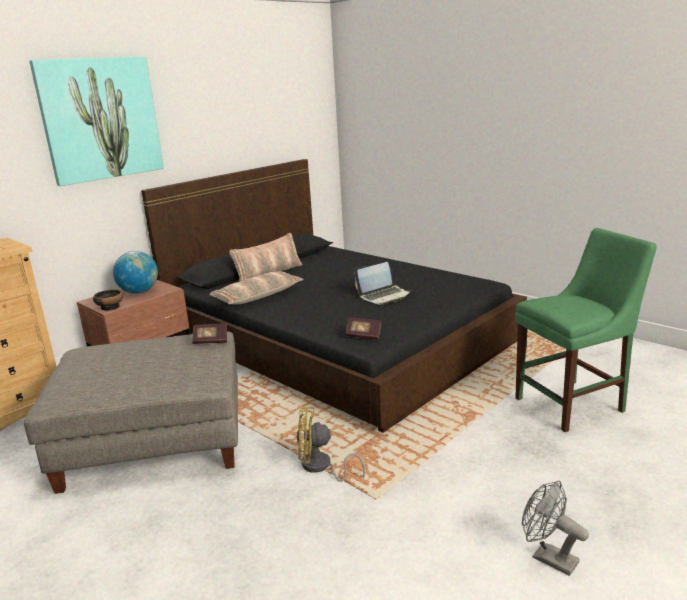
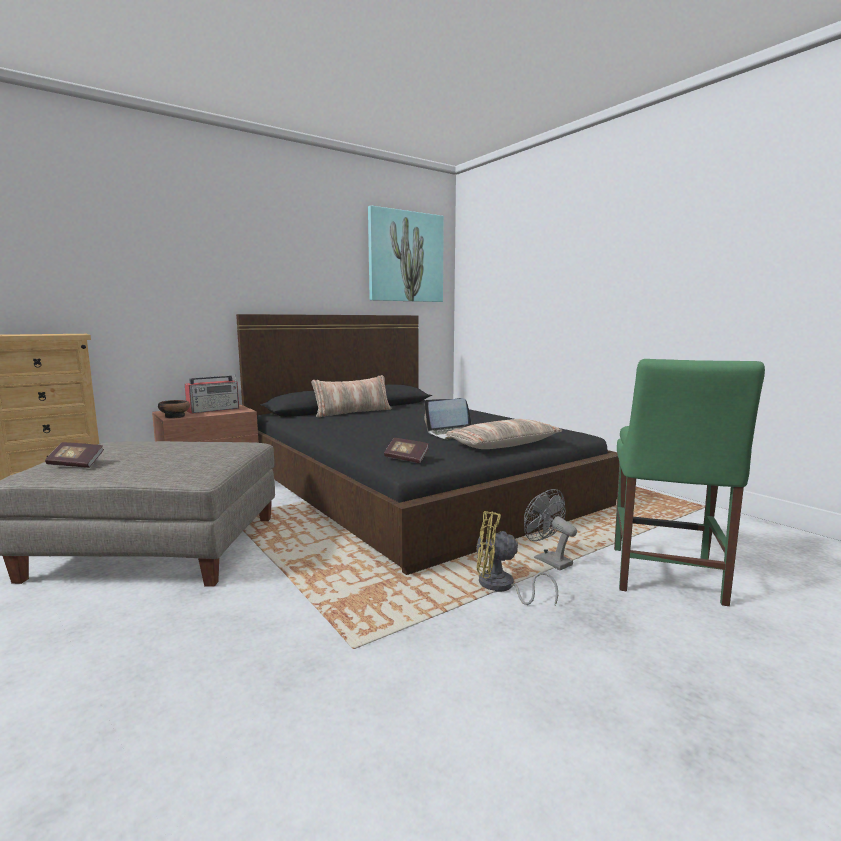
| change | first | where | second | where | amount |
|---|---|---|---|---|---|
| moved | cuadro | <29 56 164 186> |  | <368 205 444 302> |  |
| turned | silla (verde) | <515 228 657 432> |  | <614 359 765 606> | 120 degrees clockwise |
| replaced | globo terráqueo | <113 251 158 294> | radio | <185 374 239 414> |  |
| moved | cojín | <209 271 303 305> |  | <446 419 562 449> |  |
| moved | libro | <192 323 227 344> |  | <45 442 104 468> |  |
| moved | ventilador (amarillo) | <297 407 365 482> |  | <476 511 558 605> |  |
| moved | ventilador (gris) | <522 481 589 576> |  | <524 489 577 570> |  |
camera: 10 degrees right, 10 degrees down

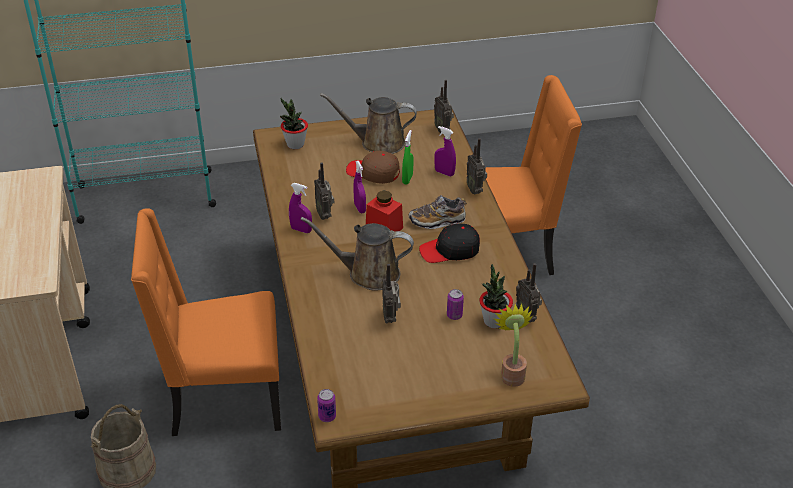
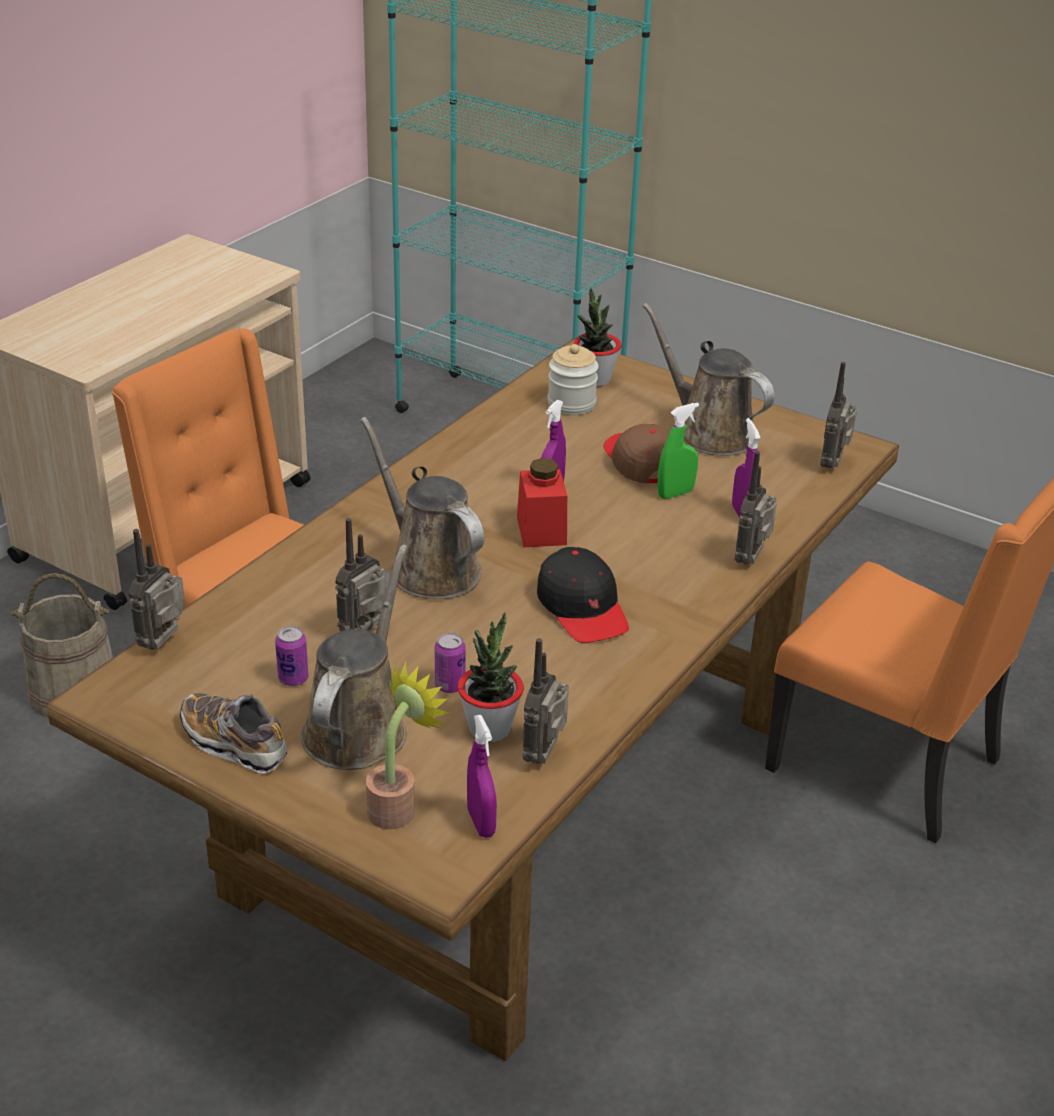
| change | first | where | second | where | amount |
|---|---|---|---|---|---|
| moved | radio | <314 163 334 220> |  | <129 529 185 650> |  |
| moved | pulverizador (morado) | <289 183 312 233> |  | <467 715 497 838> |  |
| moved | zapato | <408 195 467 229> |  | <180 693 287 773> |  |
| turned | gorra (negro) | <419 224 480 263> |  | <537 547 629 643> | 150 degrees counterclockwise |
| moved | lata | <317 389 336 422> |  | <275 626 309 686> |  |
| added |  |  | tarro | <548 344 599 415> |  |
| added |  |  | regadera (marrón) | <301 545 408 770> |  |
camera: 45 degrees right, 5 degrees down

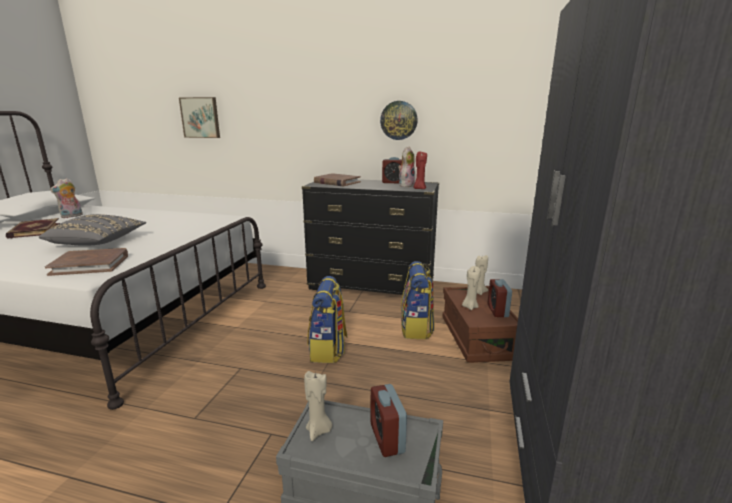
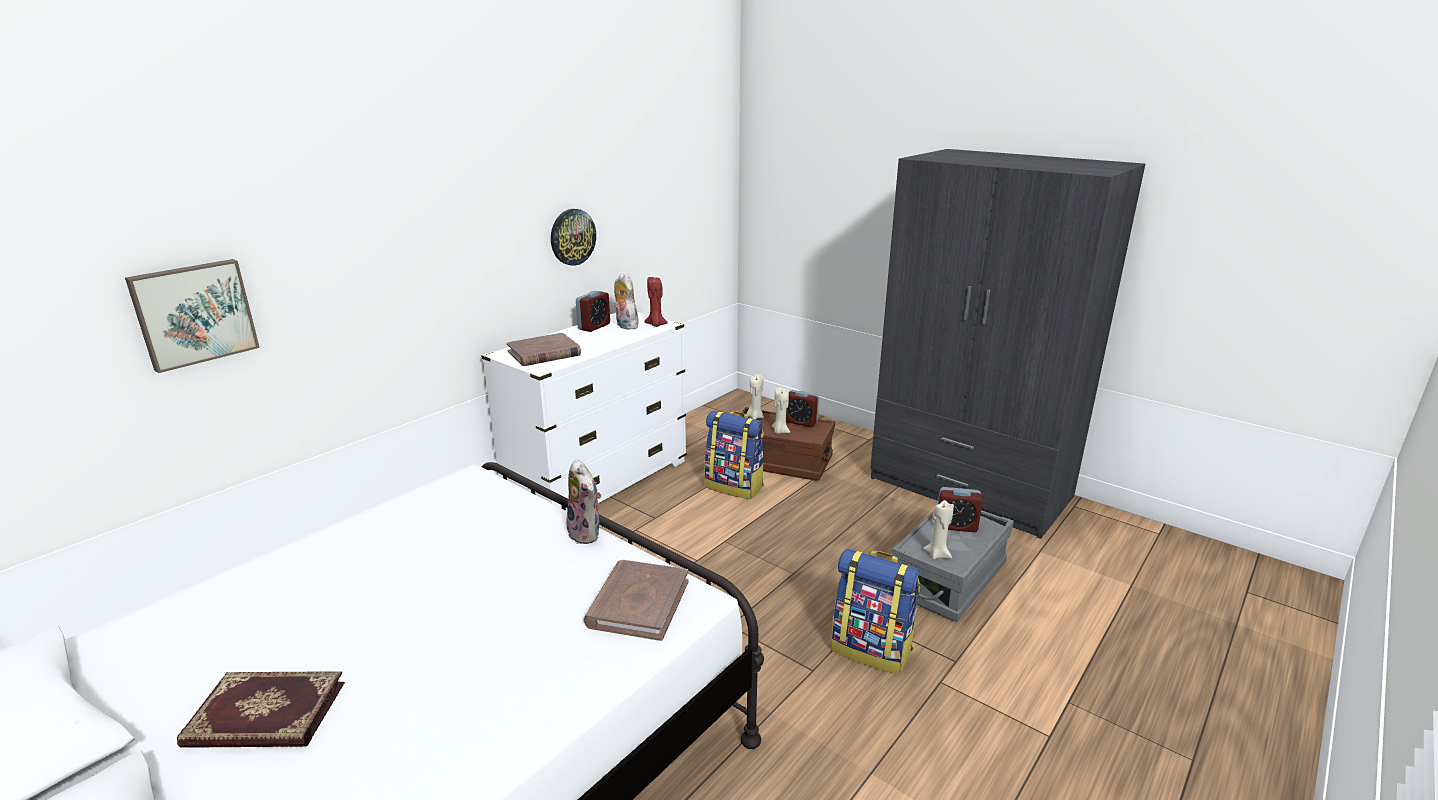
| change | first | where | second | where | amount |
|---|---|---|---|---|---|
| moved | peluche | <50 178 83 218> |  | <566 459 601 544> |  |
| recoloured | cómoda (negro) | <302 179 439 295> | cómoda (blanco) | <481 312 687 511> |  |
| removed | cojín (gris) | <39 214 146 246> |  |  |  |
| moved | mochila | <307 276 347 363> |  | <831 549 920 674> |  |
camera: 65 degrees left, 5 degrees up

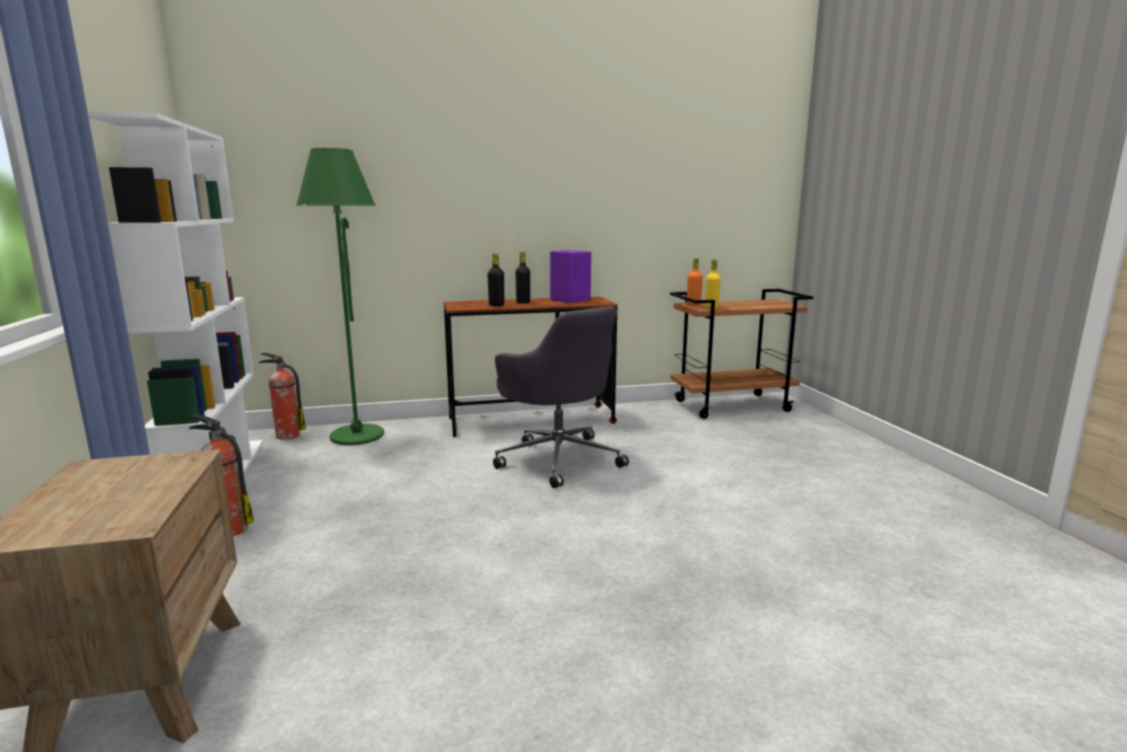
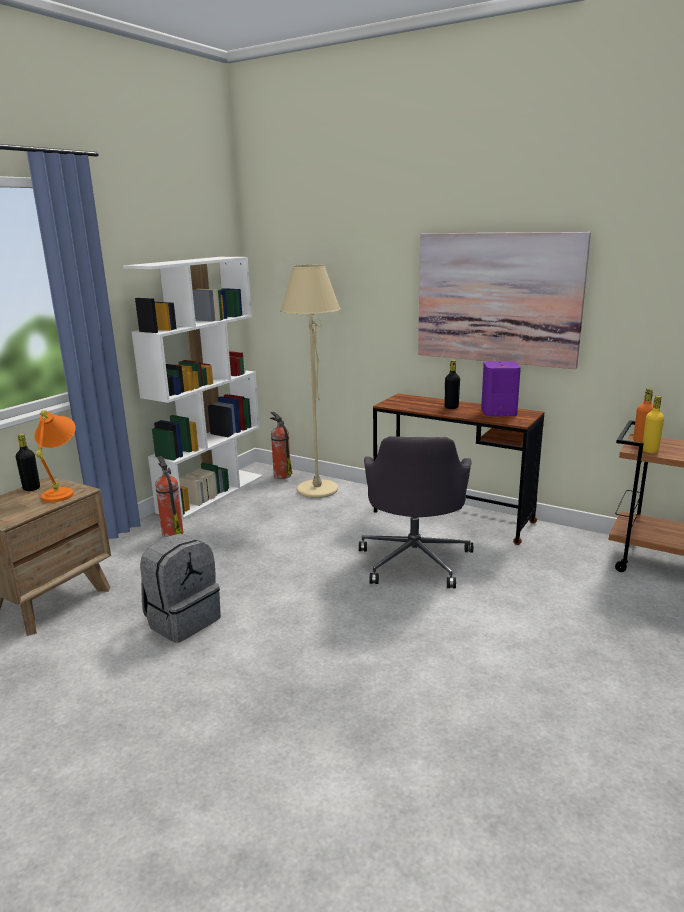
| change | first | where | second | where | amount |
|---|---|---|---|---|---|
| recoloured | lámpara de pie (verde) | <296 148 384 445> | lámpara de pie (beis) | <280 265 341 498> |  |
| moved | botella (negro) | <487 253 504 306> |  | <16 434 40 491> |  |
| added |  |  | cuadro | <418 232 591 369> |  |
| added |  |  | lámpara de mesa (naranja) | <34 410 76 502> |  |
| added |  |  | mochila (gris) | <140 533 221 643> |  |
camera: 45 degrees right, 5 degrees up

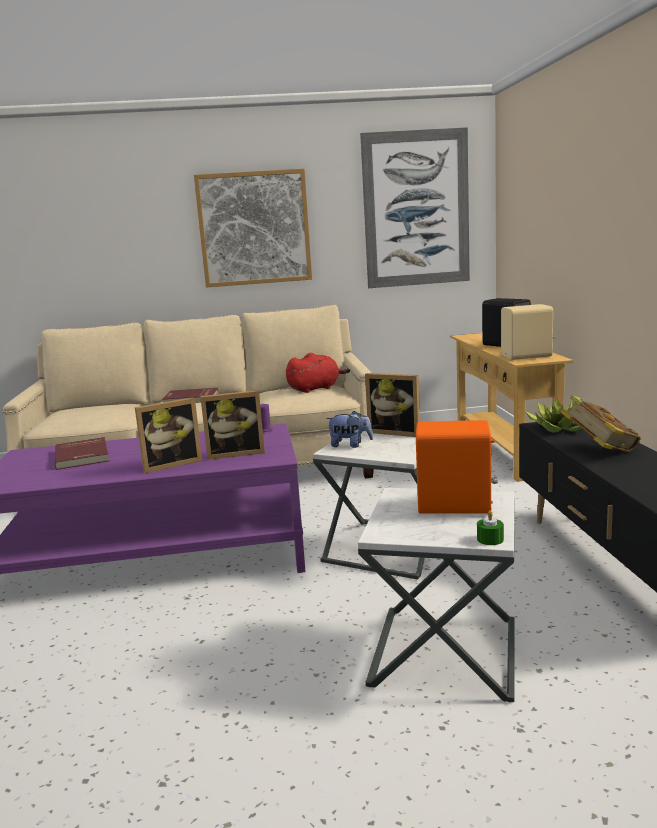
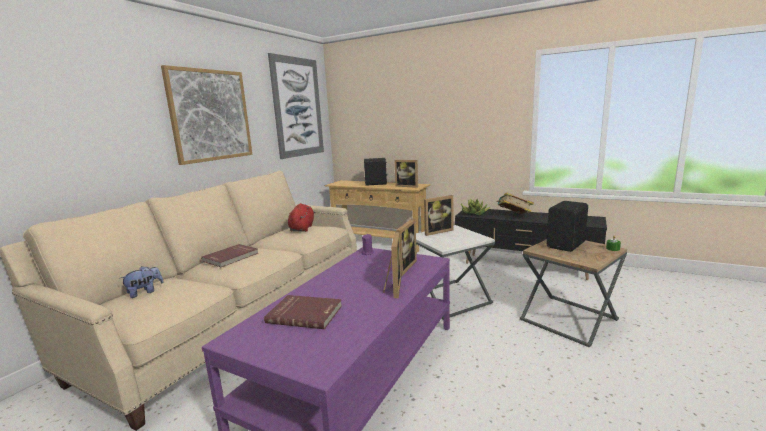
| change | first | where | second | where | amount |
|---|---|---|---|---|---|
| replaced | altavoz (beis) | <501 304 554 360> | portarretratos | <395 160 418 188> |  |
| moved | peluche | <326 411 373 448> |  | <120 266 163 298> |  |
| recoloured | altavoz (naranja) | <416 420 498 514> | altavoz (negro) | <546 201 588 252> |  |
| recoloured | mesa auxiliar (blanco) | <358 488 515 702> | mesa auxiliar (marrón) | <520 239 627 347> |  |
camera: 55 degrees left, 0 degrees up

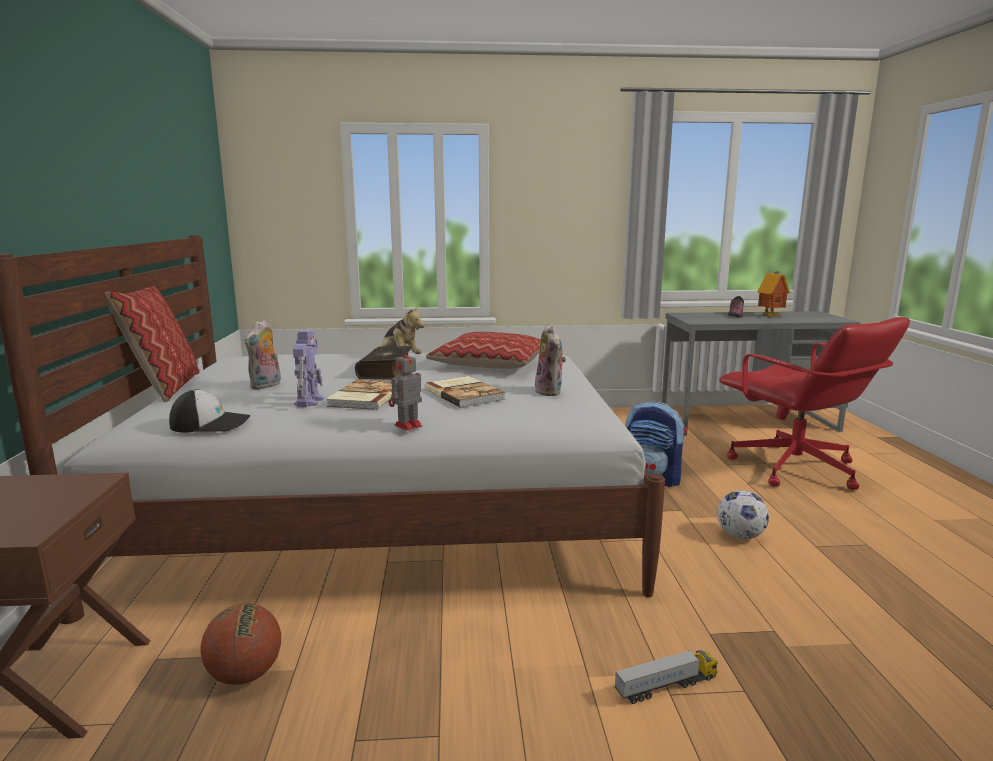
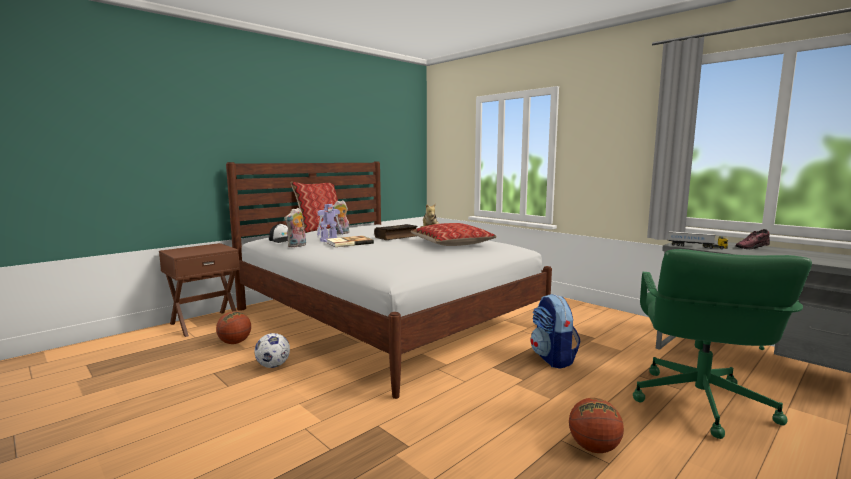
| change | first | where | second | where | amount |
|---|---|---|---|---|---|
| removed | casita | <757 271 790 316> |  |  |  |
| recoloured | silla de oficina (rojo) | <719 317 910 490> | silla de oficina (verde) | <633 249 812 439> |  |
| moved | peluche | <533 324 566 396> |  | <285 208 306 247> |  |
| removed | robot de juguete | <389 347 422 431> |  |  |  |
| removed | libro | <425 376 506 408> |  |  |  |
| moved | balón de fútbol | <717 490 769 539> |  | <254 333 290 368> |  |
| moved | camión de juguete | <615 650 718 704> |  | <668 231 728 249> |  |
| added |  |  | balón de baloncesto | <569 398 624 453> |  |
camera: 50 degrees right, 5 degrees down

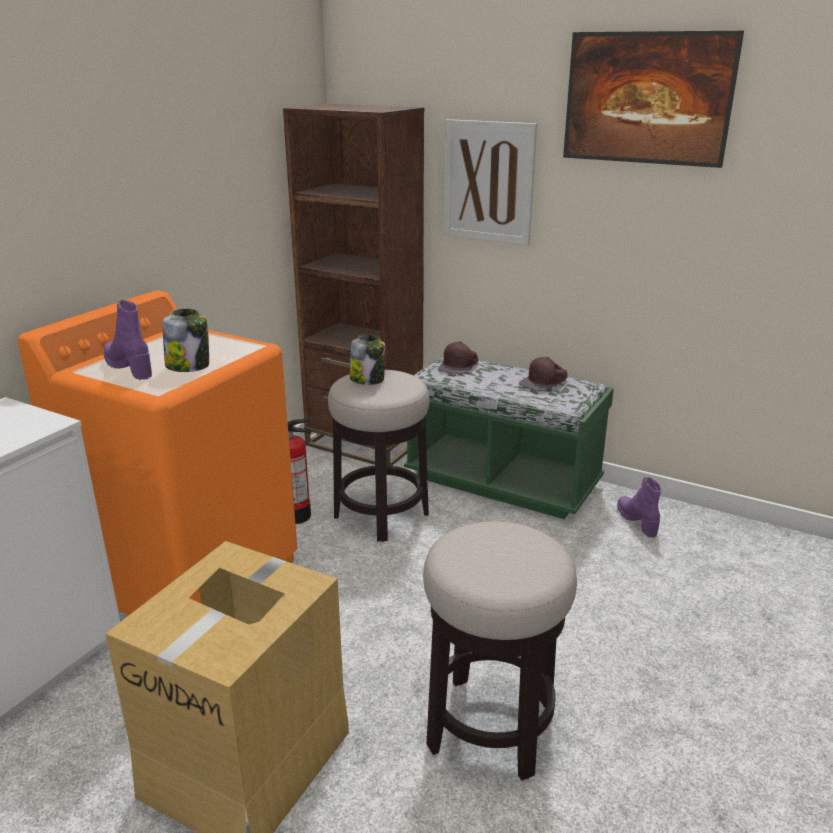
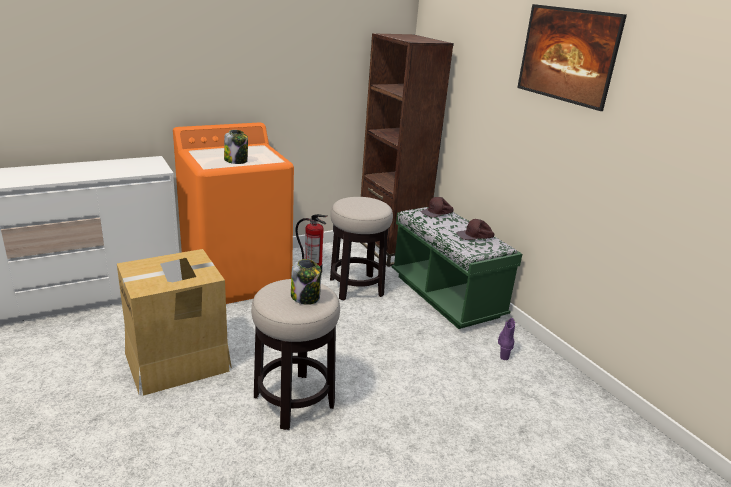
| change | first | where | second | where | amount |
|---|---|---|---|---|---|
| removed | cuadro | <444 119 537 246> |  |  |  |
| removed | bota (morado) | <104 300 152 380> |  |  |  |
| moved | tarro | <350 334 385 385> |  | <291 259 321 305> |  |
camera: 30 degrees right, 0 degrees up

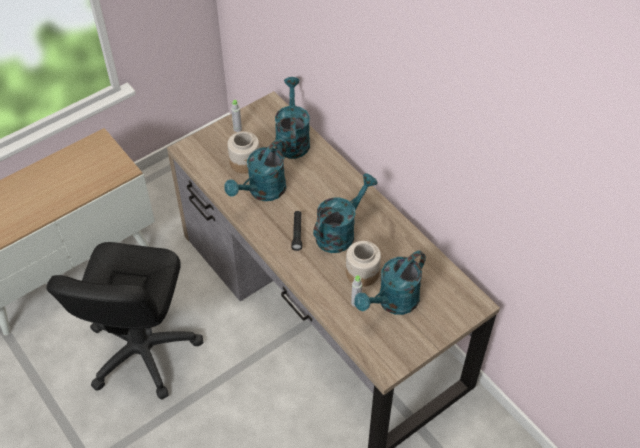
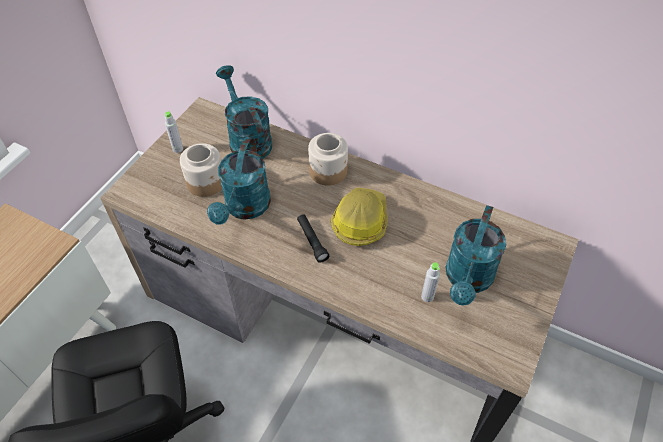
| change | first | where | second | where | amount |
|---|---|---|---|---|---|
| replaced | regadera (turquesa) | <313 173 378 253> | casco | <331 188 388 246> |  |
| moved | tarro | <346 241 381 287> |  | <308 133 348 186> |  |
camera: 25 degrees left, 0 degrees up

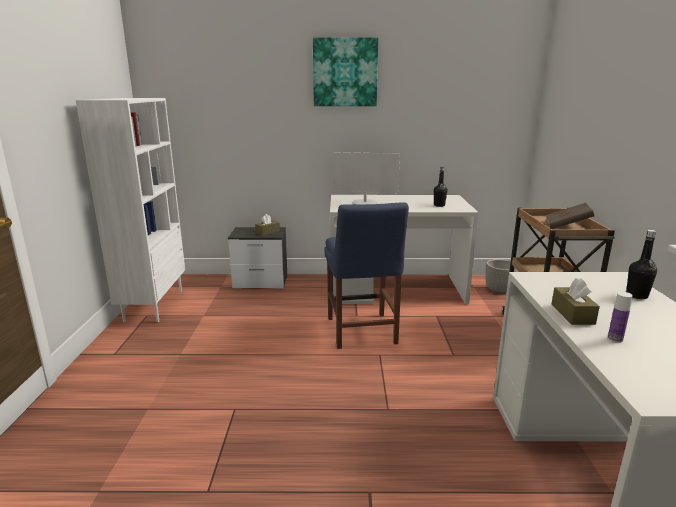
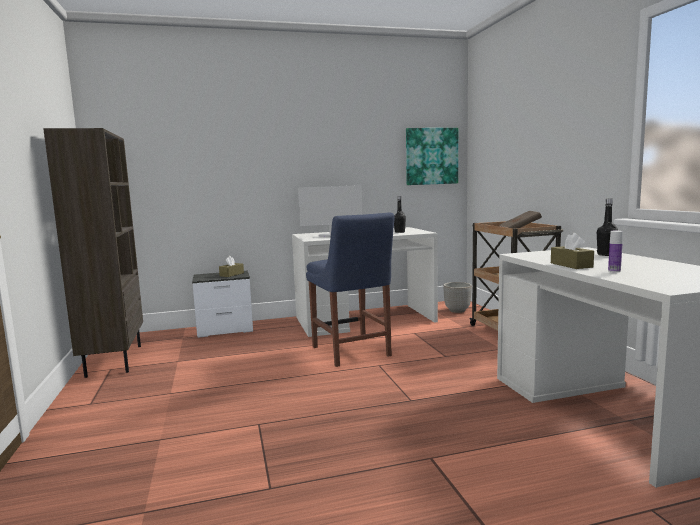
| change | first | where | second | where | amount |
|---|---|---|---|---|---|
| moved | cuadro | <313 37 378 106> |  | <406 128 458 185> |  |
| recoloured | estantería (blanco) | <76 98 185 322> | estantería (marrón) | <43 128 143 378> |  |
camera: 15 degrees left, 10 degrees down

